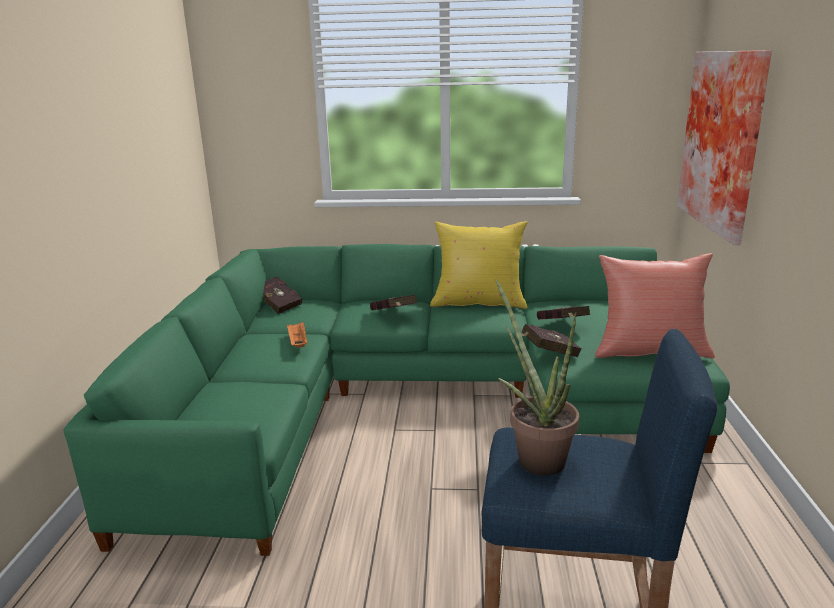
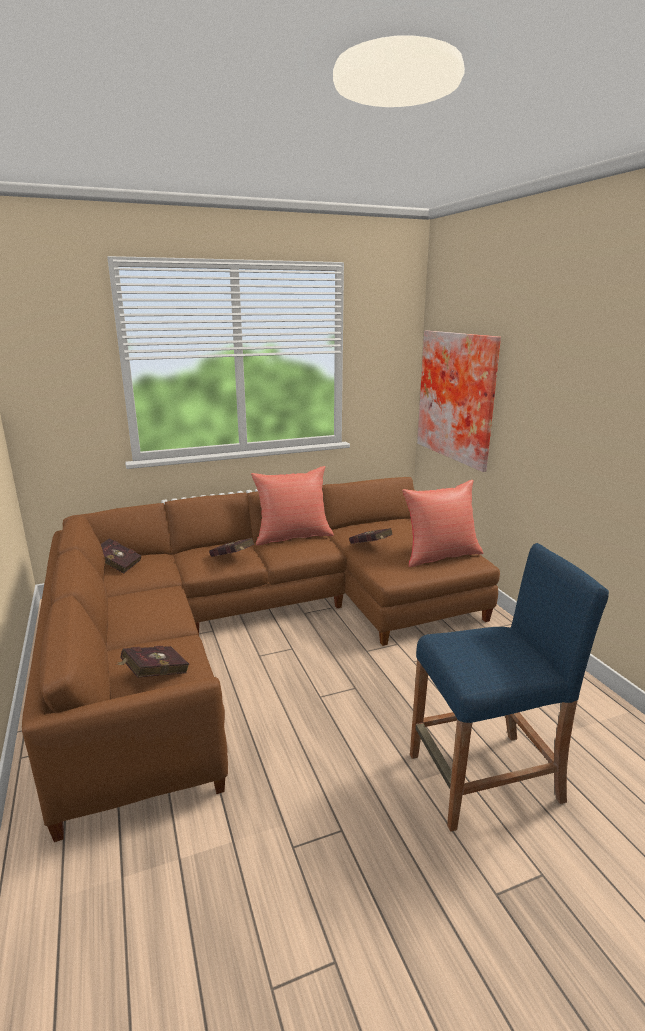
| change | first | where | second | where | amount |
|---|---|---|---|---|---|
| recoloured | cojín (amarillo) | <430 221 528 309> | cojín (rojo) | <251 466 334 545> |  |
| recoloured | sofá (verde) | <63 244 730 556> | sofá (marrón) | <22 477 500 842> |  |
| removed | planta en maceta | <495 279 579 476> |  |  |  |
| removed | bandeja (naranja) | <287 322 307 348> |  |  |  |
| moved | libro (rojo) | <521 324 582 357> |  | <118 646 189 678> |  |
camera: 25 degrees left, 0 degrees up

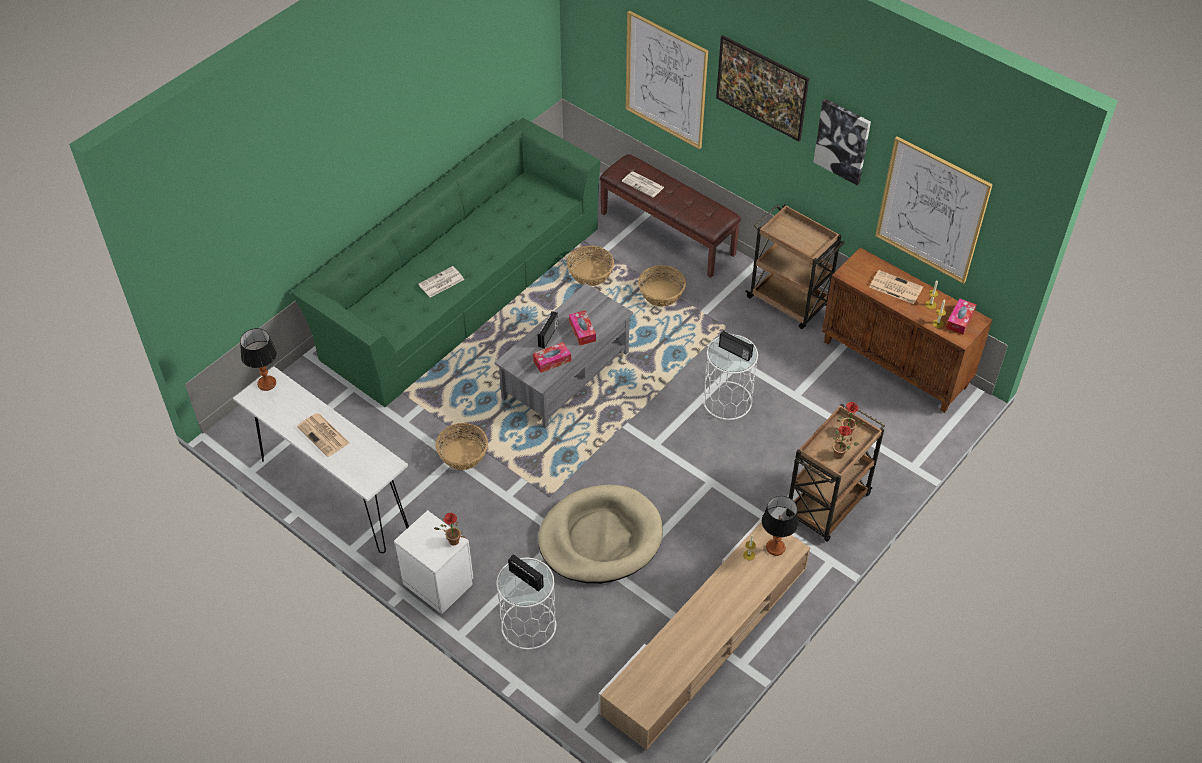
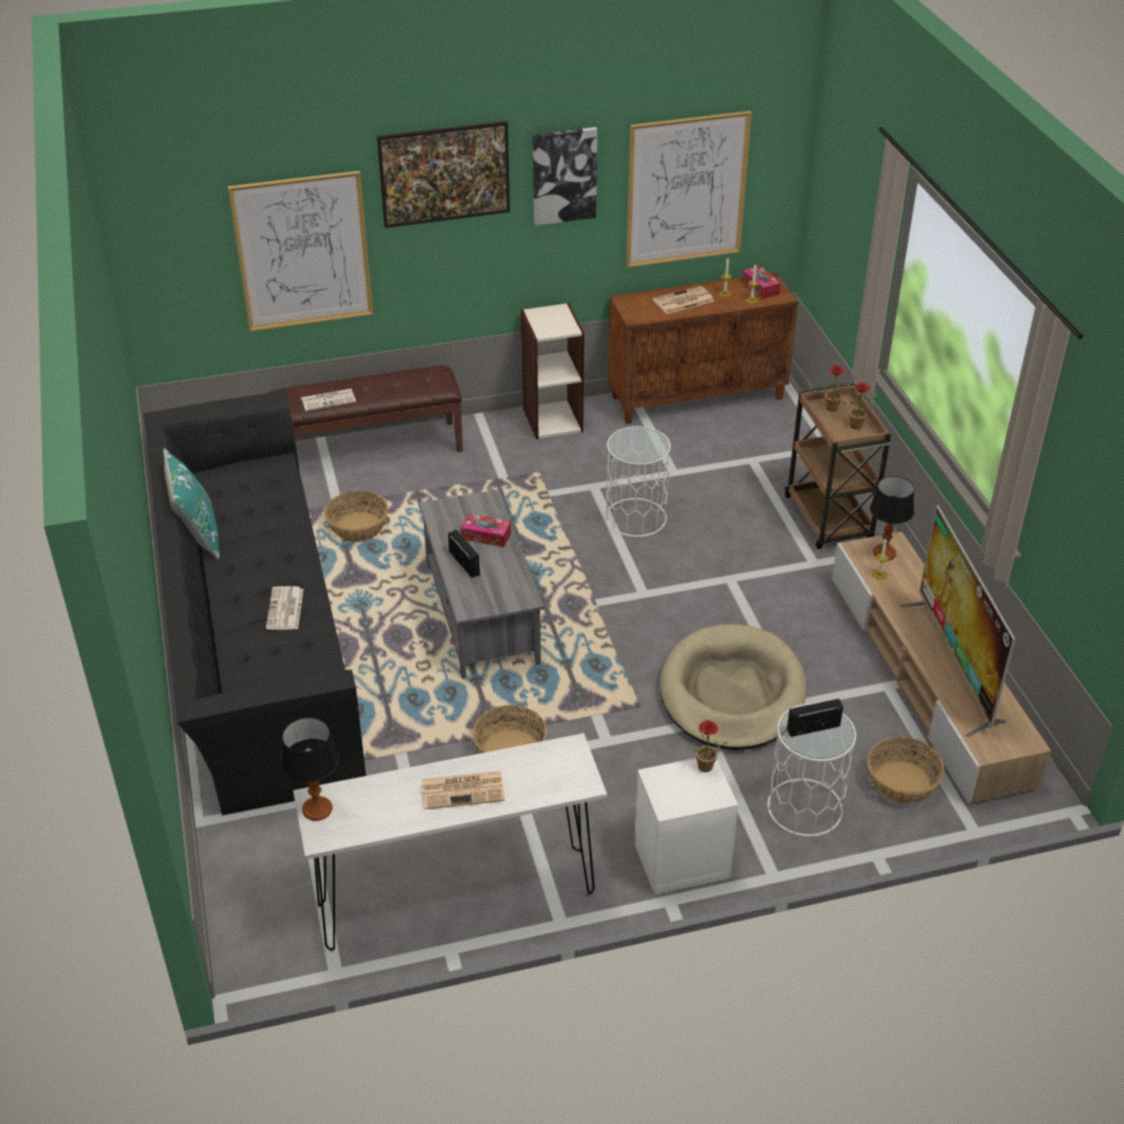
| change | first | where | second | where | amount |
|---|---|---|---|---|---|
| recoloured | sofá (verde) | <291 118 600 407> | sofá (negro) | <143 390 366 815> |  |
| replaced | carrito (marrón) | <745 204 845 329> | estantería | <521 303 584 440> |  |
| moved | cesta | <638 265 686 306> |  | <867 737 944 804> |  |
| removed | radio | <719 330 754 361> |  |  |  |
| removed | caja de pañuelos | <533 342 571 373> |  |  |  |
| added |  |  | cojín (turquesa) | <163 448 220 560> |  |
| added |  |  | televisor | <900 505 1016 737> |  |
camera: 55 degrees left, 10 degrees down

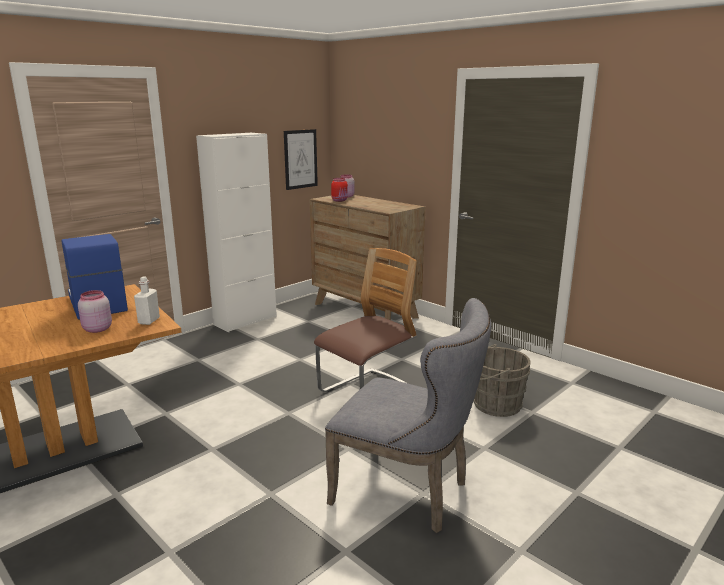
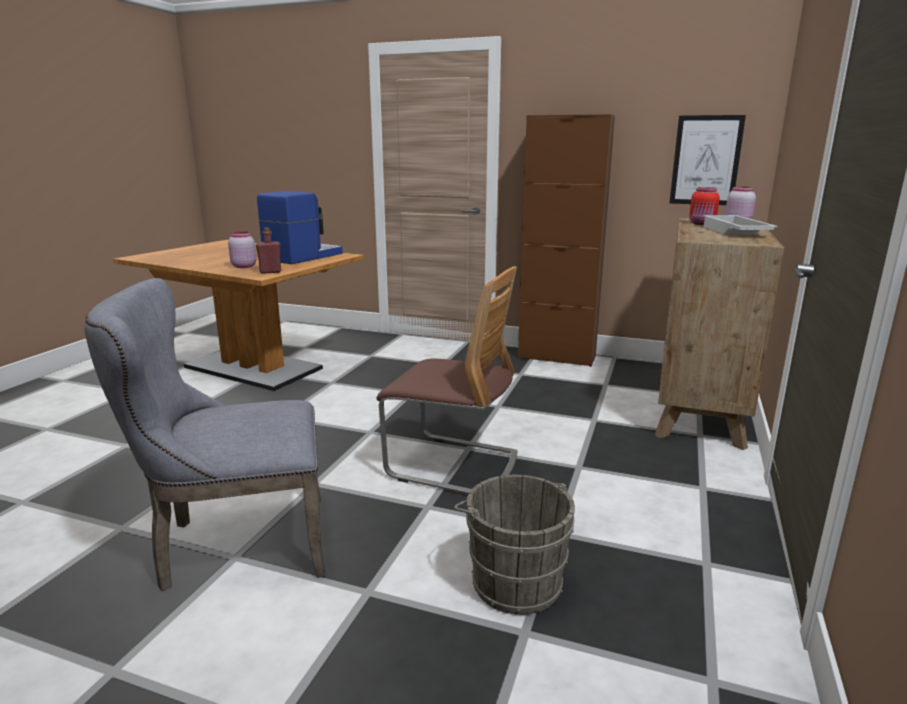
| change | first | where | second | where | amount |
|---|---|---|---|---|---|
| recoloured | armario (blanco) | <196 133 277 332> | armario (marrón) | <518 114 615 367> |  |
| recoloured | botella (blanco) | <134 276 160 325> | botella (rojo) | <256 227 281 274> |  |
| turned | silla (gris) | <325 298 491 533> |  | <84 278 326 591> | 75 degrees clockwise |
| added |  |  | bandeja (blanco) | <703 215 777 234> |  |
camera: 65 degrees right, 0 degrees up

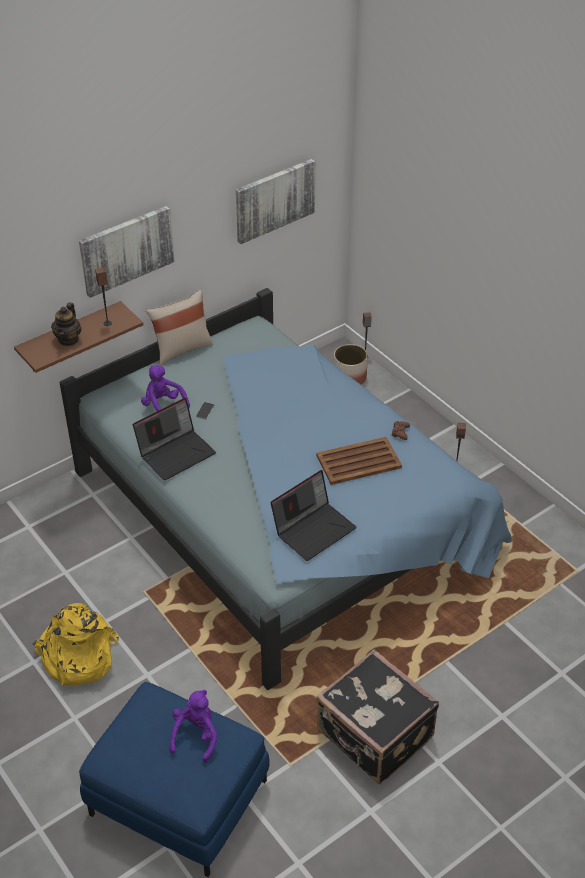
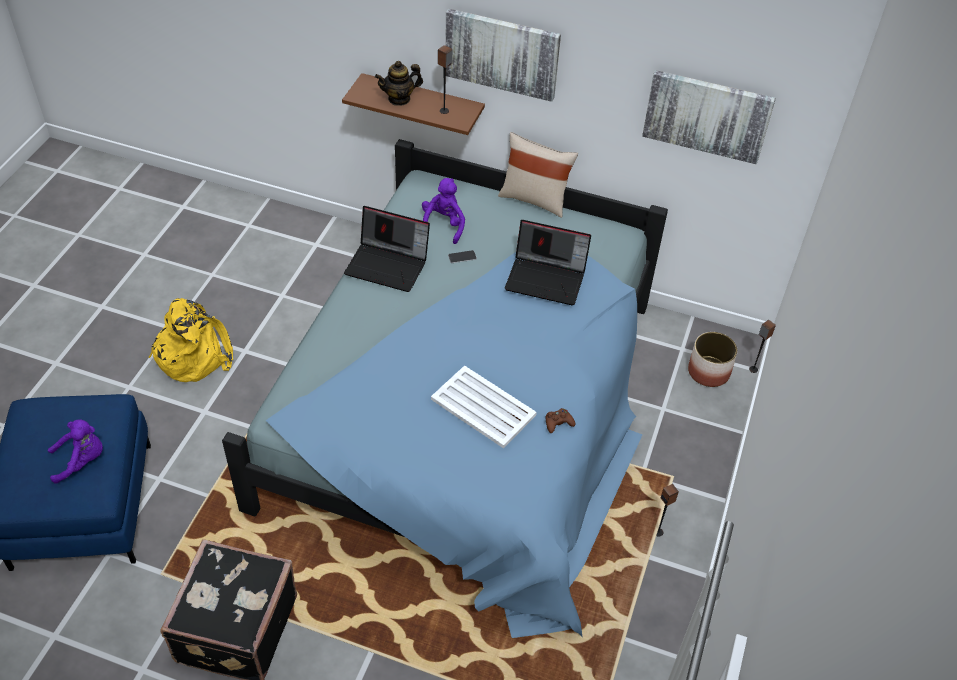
| change | first | where | second | where | amount |
|---|---|---|---|---|---|
| recoloured | bandeja (marrón) | <317 437 402 485> | bandeja (blanco) | <431 365 537 449> |  |
| moved | portátil | <270 470 357 561> |  | <505 220 591 305> |  |
camera: 55 degrees right, 5 degrees up

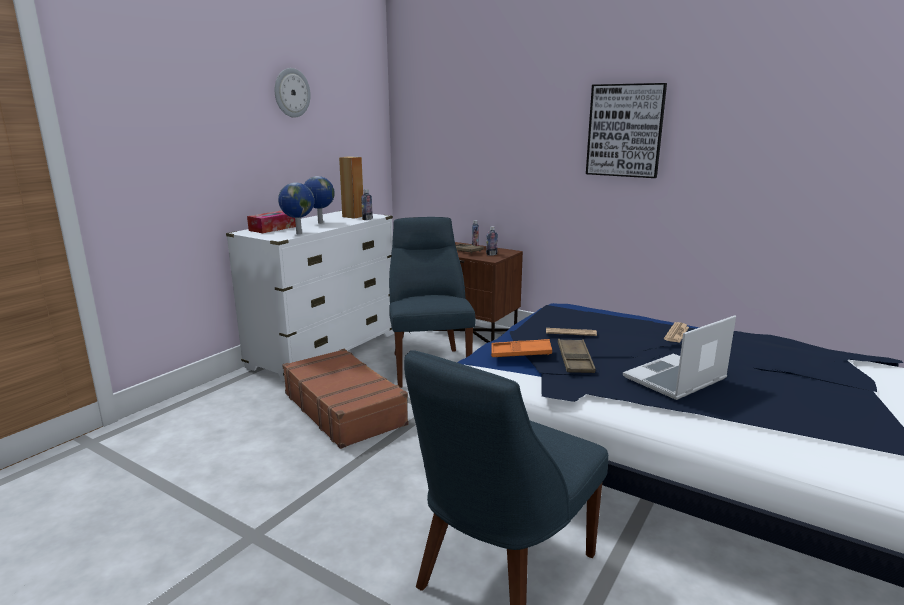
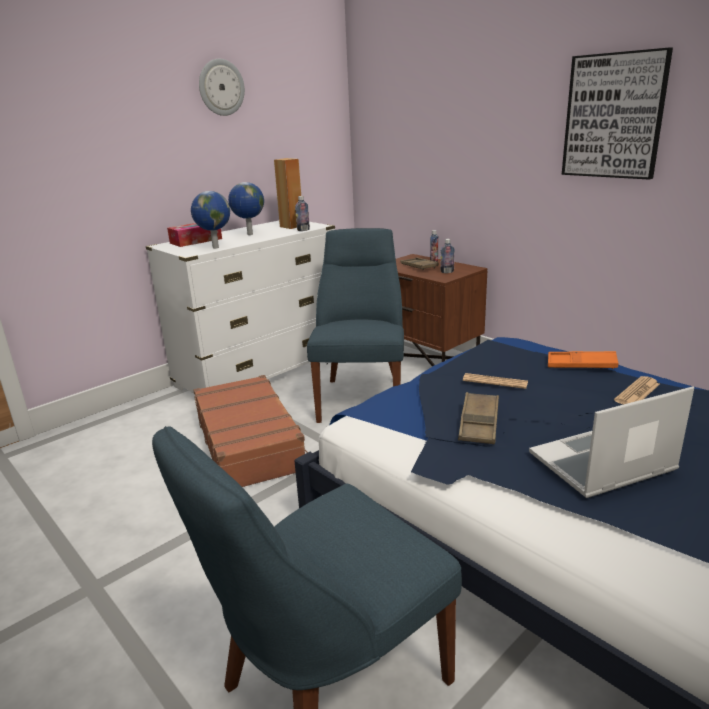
| change | first | where | second | where | amount |
|---|---|---|---|---|---|
| moved | bandeja (naranja) | <491 339 552 357> |  | <548 351 618 369> |  |
camera: 15 degrees right, 5 degrees up

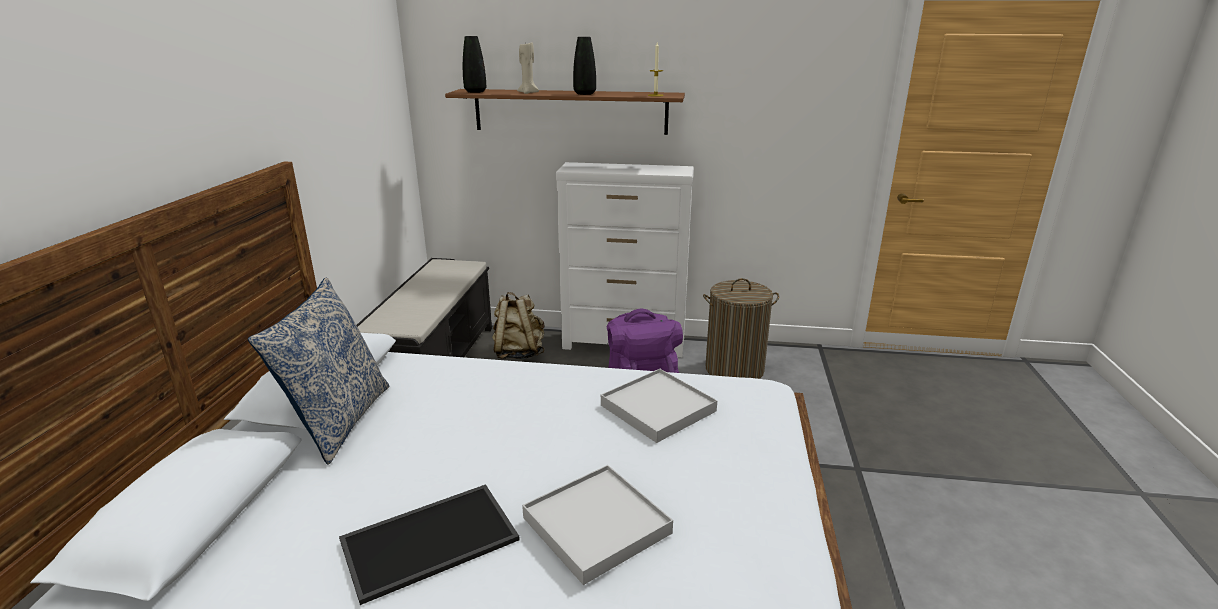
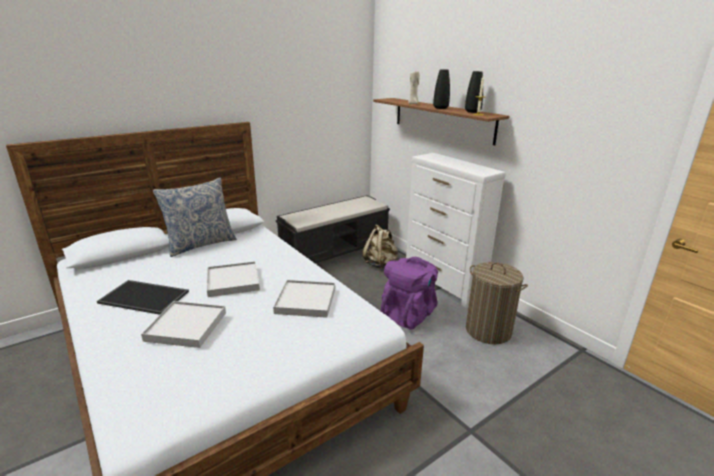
| change | first | where | second | where | amount |
|---|---|---|---|---|---|
| moved | florero (negro) | <463 36 486 93> |  | <465 71 483 113> |  |
| added |  |  | bandeja (blanco) | <207 261 260 297> |  |
camera: 45 degrees right, 0 degrees up

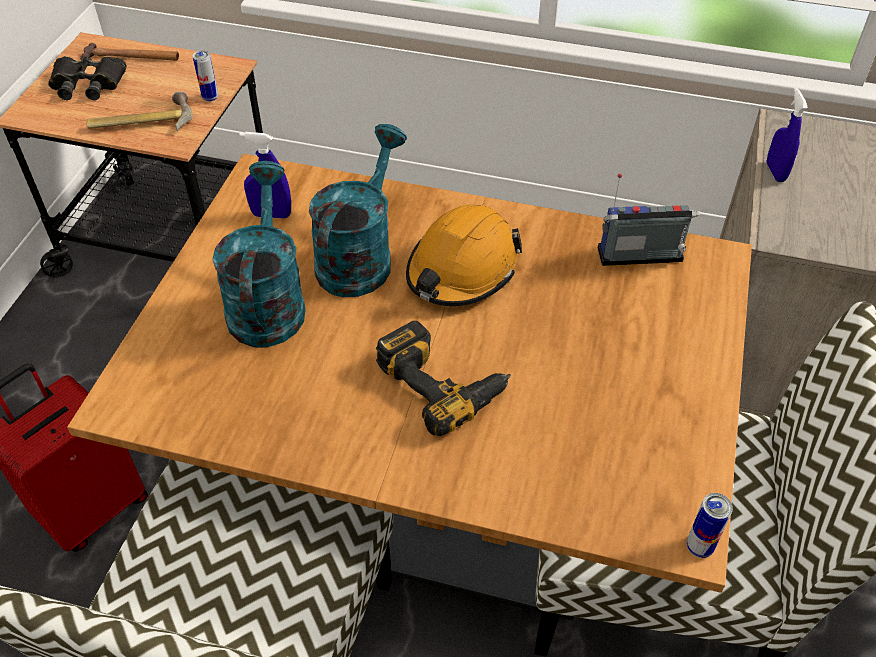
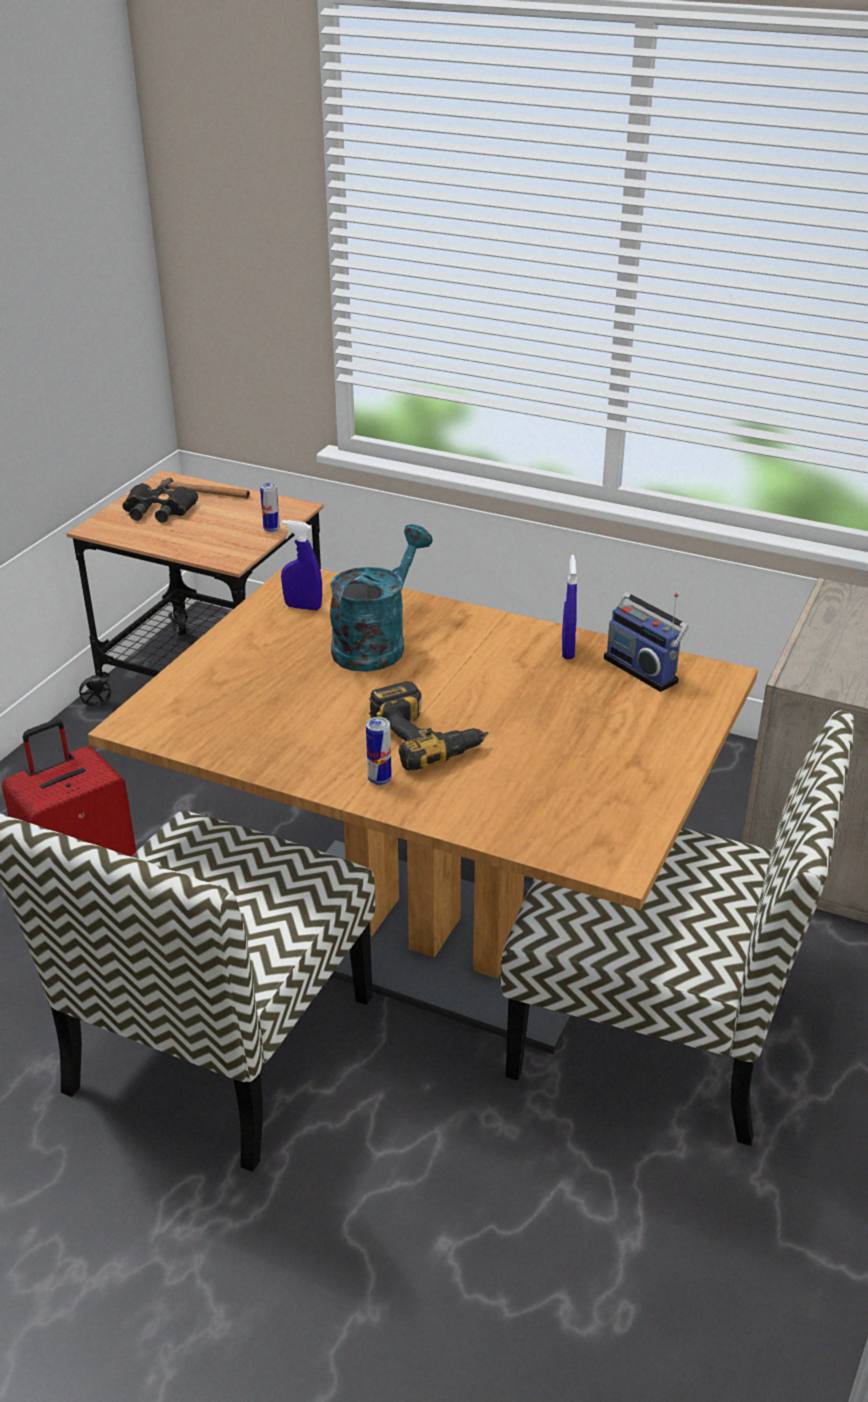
| change | first | where | second | where | amount |
|---|---|---|---|---|---|
| moved | pulverizador (azul) | <767 87 808 182> |  | <562 555 577 659> |  |
| removed | martillo | <86 91 193 131> |  |  |  |
| removed | regadera (turquesa) | <212 161 306 348> |  |  |  |
| turned | radio | <598 173 700 266> |  | <604 592 689 692> | 135 degrees counterclockwise |
| removed | casco (naranja) | <406 205 522 306> |  |  |  |
| moved | lata | <687 493 733 558> |  | <366 717 392 786> |  |
camera: 10 degrees right, 15 degrees down

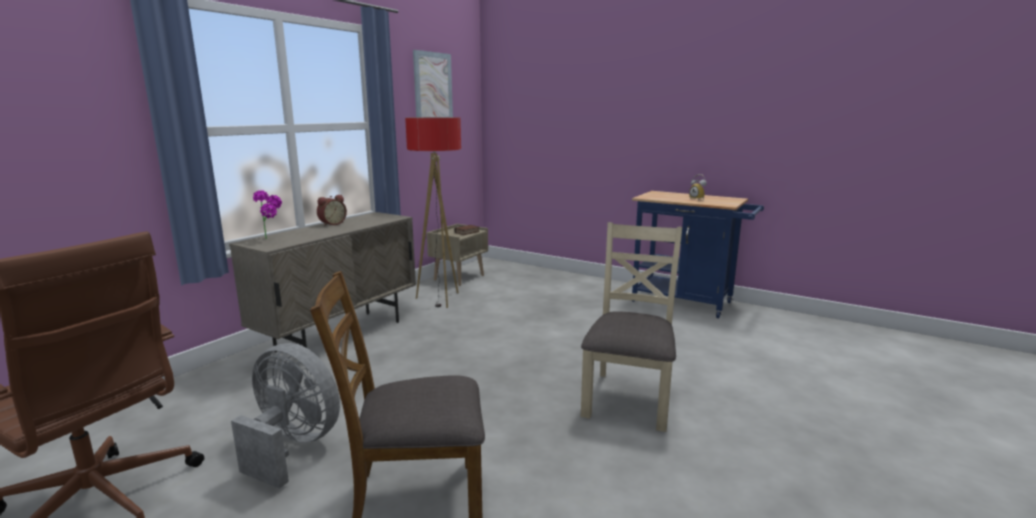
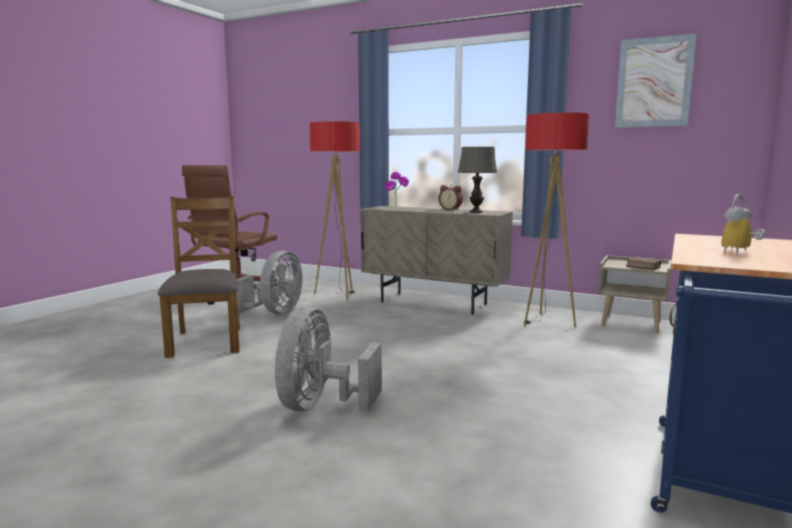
| change | first | where | second | where | amount |
|---|---|---|---|---|---|
| replaced | silla (beis) | <581 222 682 432> | ventilador (gris) | <275 307 382 412> |  |
| added |  |  | lámpara de pie | <310 121 360 300> |  |
| added |  |  | lámpara de mesa (gris) | <458 147 498 213> |  |
camera: 85 degrees right, 5 degrees down

